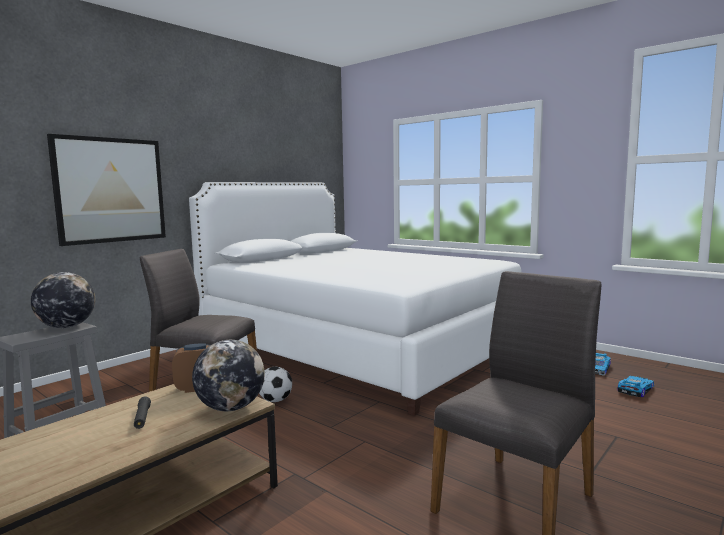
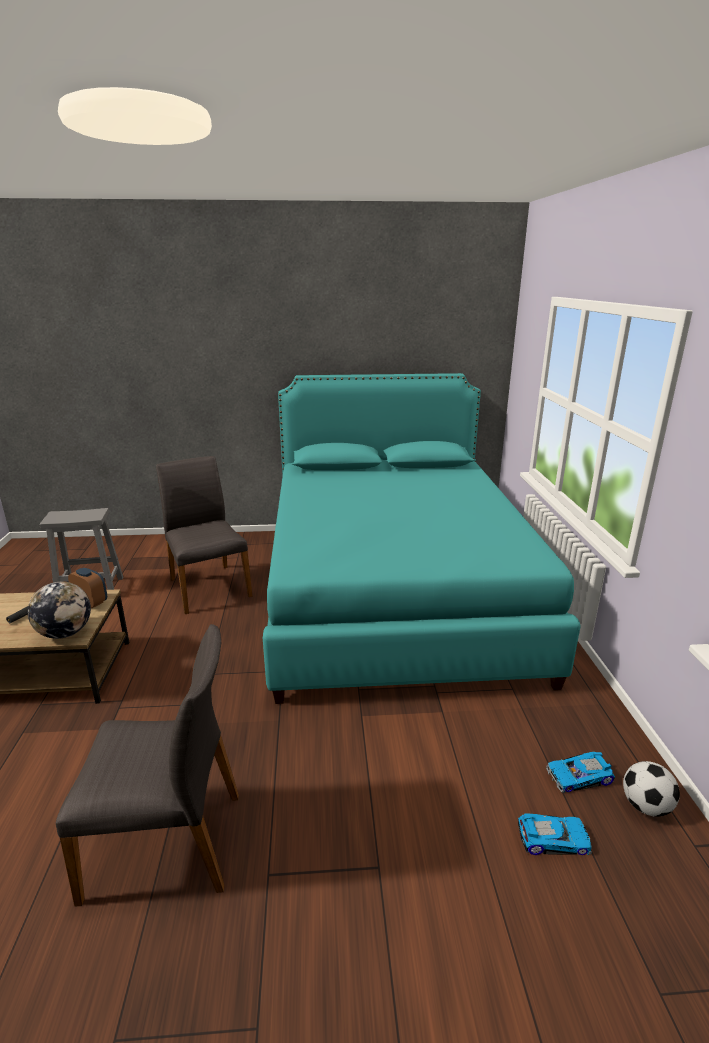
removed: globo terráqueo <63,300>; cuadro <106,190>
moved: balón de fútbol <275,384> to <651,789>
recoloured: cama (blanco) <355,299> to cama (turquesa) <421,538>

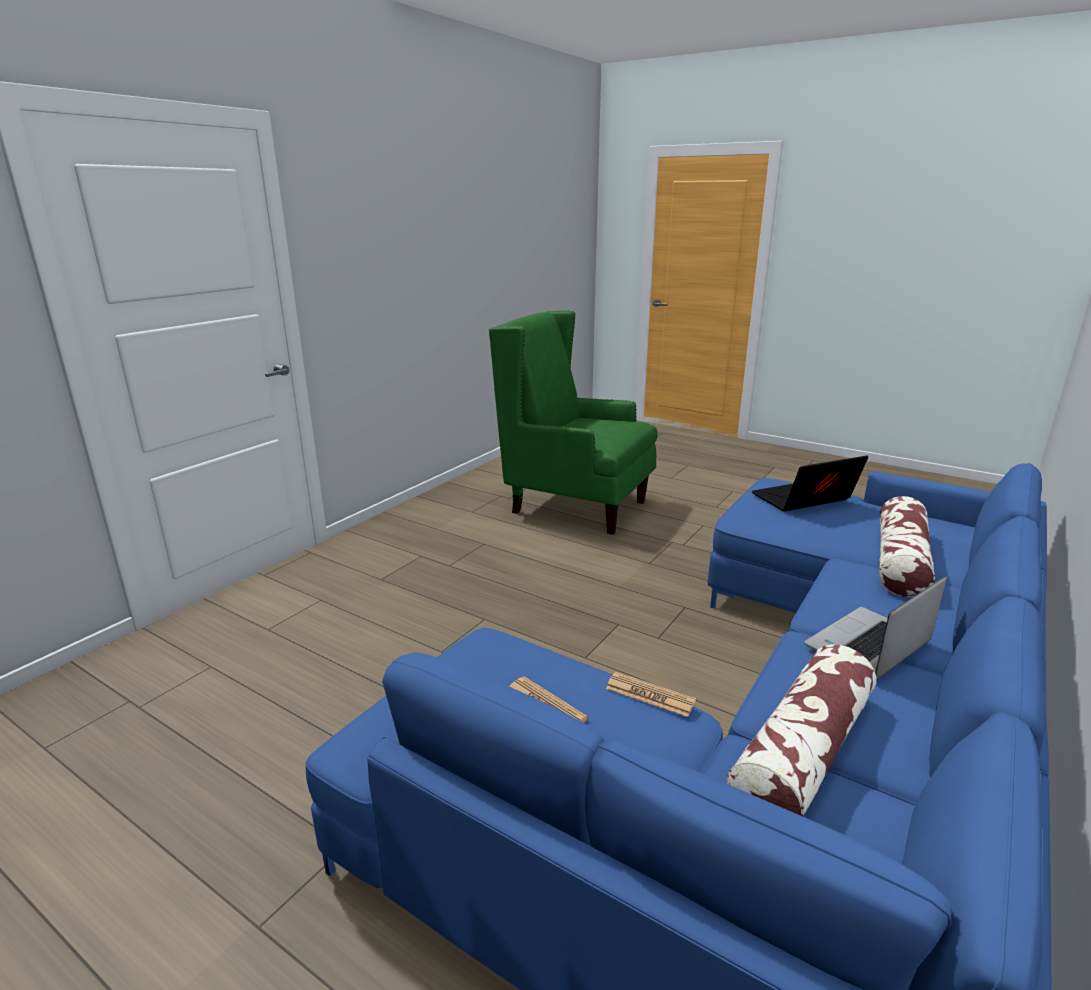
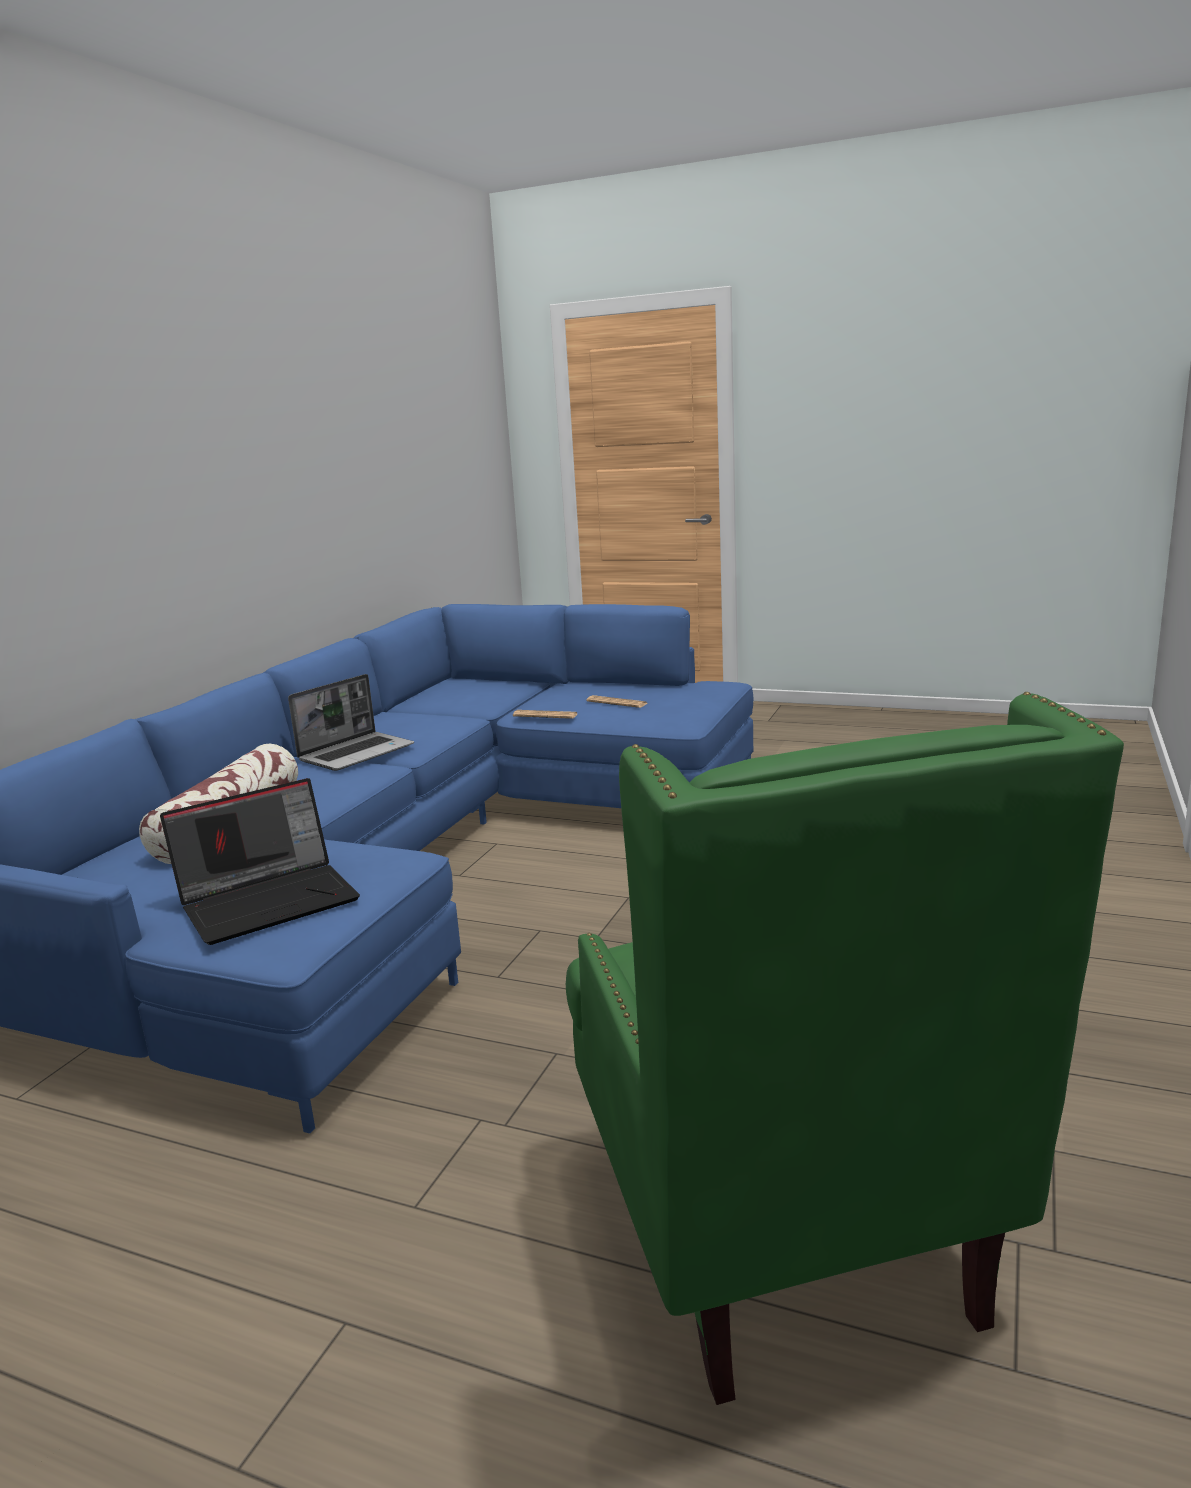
removed: cojín <801,730>
turned: sillón (verde) <573,422> = <845,1048> 60 degrees clockwise

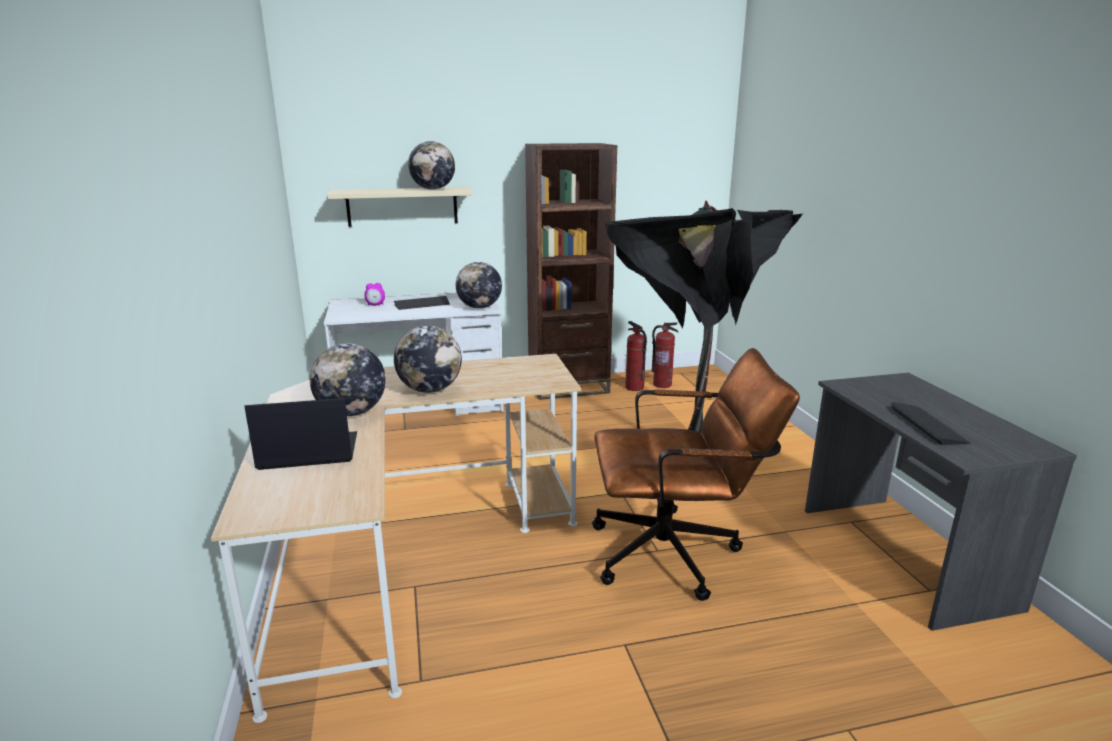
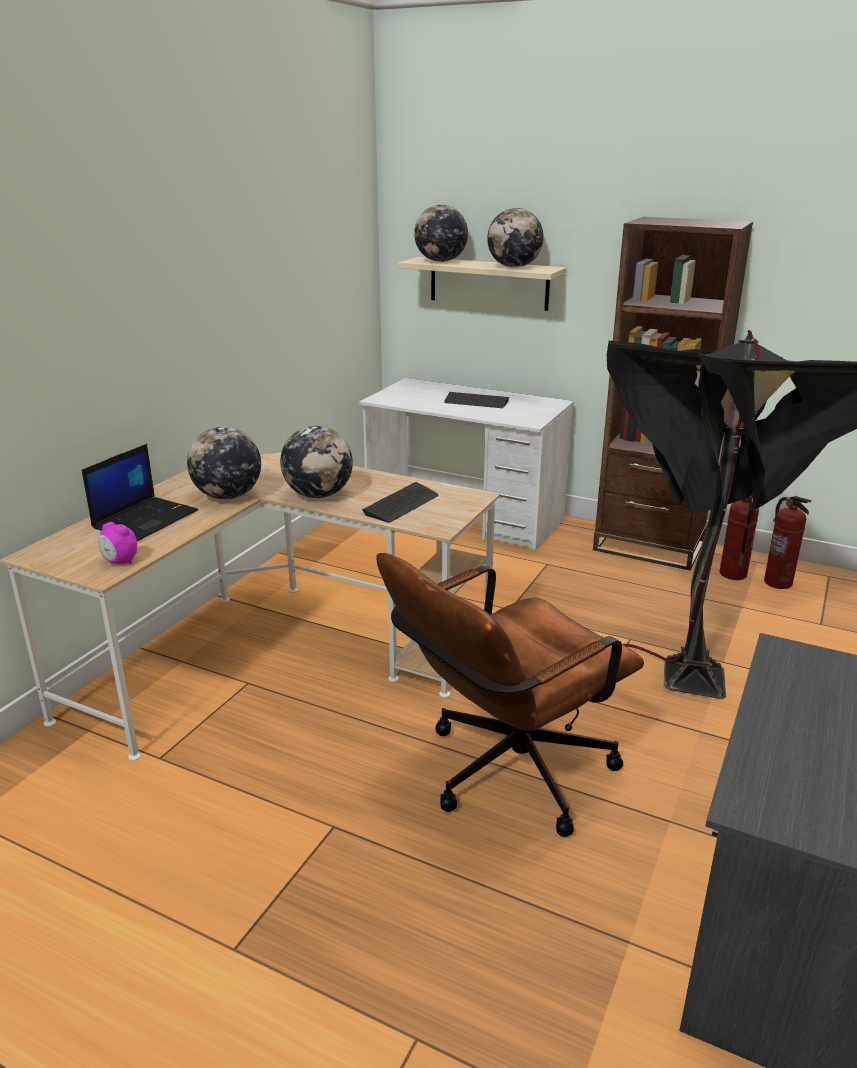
moved: despertador <374,294> to <117,543>; globo terráqueo <479,285> to <441,233>; teclado <931,423> to <400,502>
turned: portátil <300,434> = <140,492> 90 degrees clockwise; silla de oficina (marrón) <696,474> = <510,695> 105 degrees clockwise

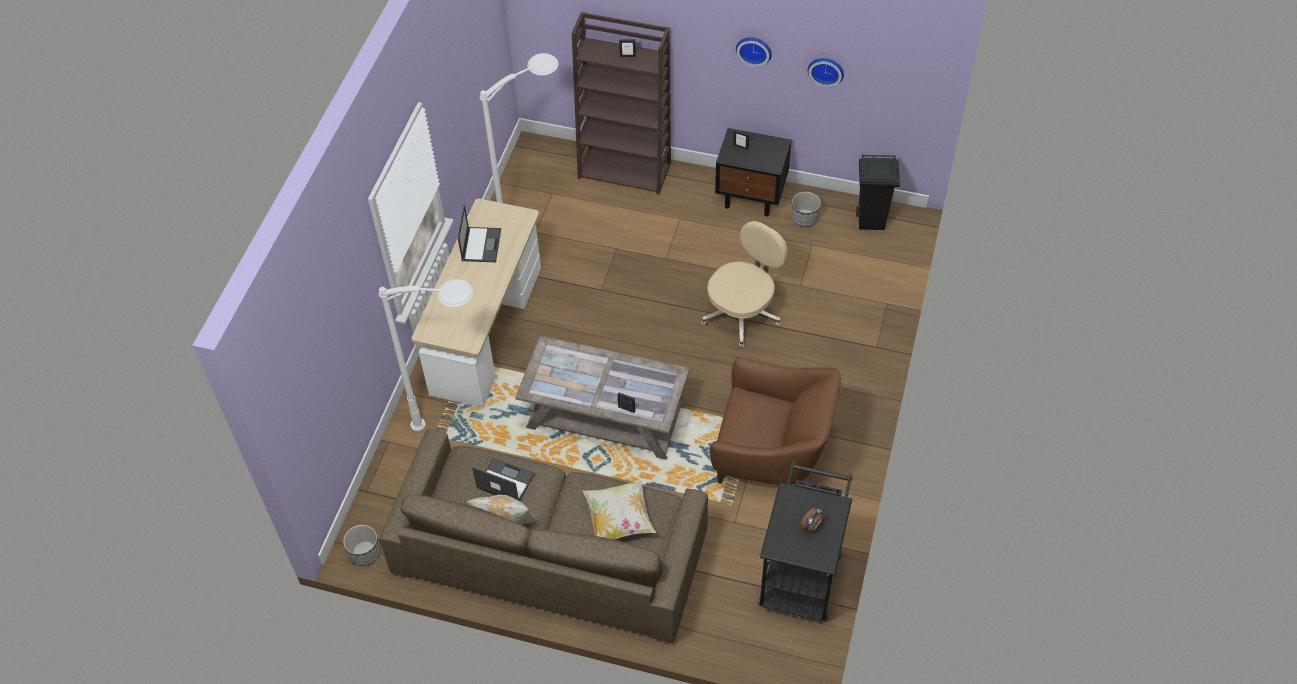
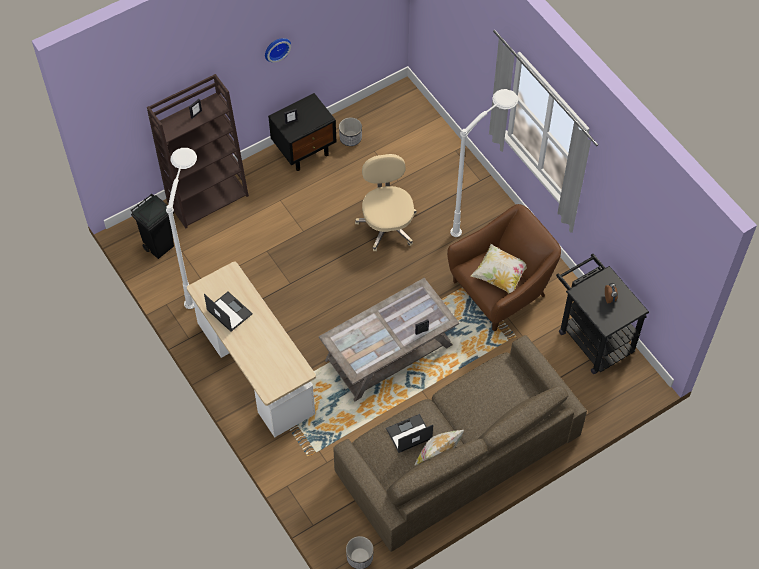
removed: reloj de pared <826,72>
moved: lámpara de pie (blanco) <426,355> to <484,163>; cojín <619,509> to <498,269>; papelera (negro) <878,192> to <152,226>

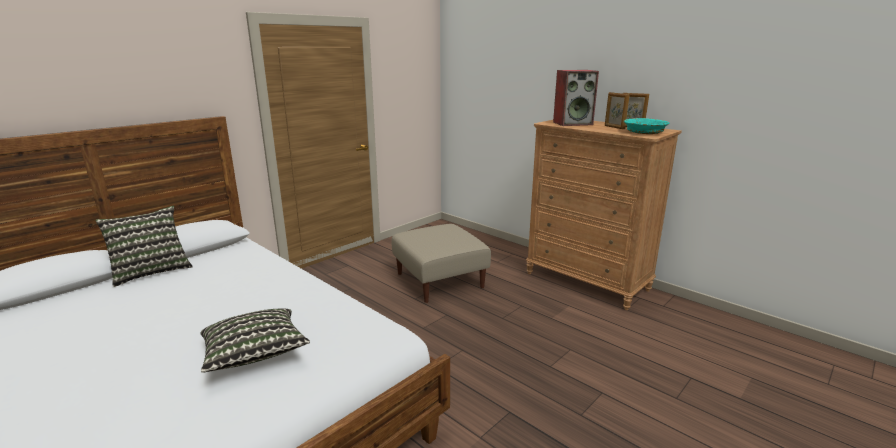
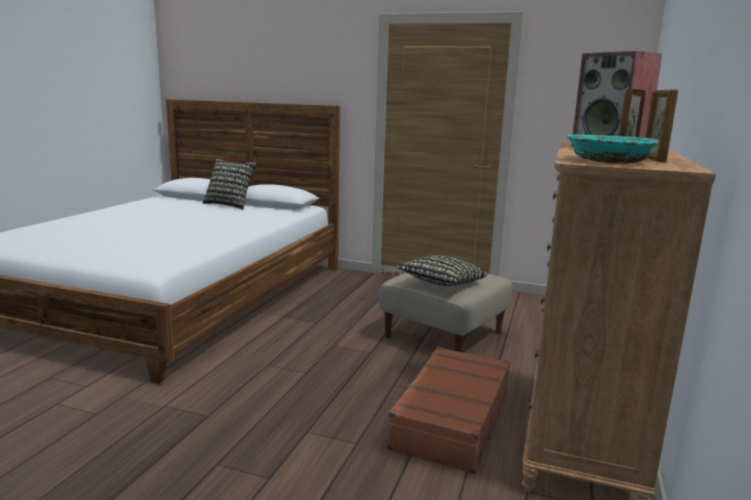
added: maleta (marrón) <448,410>
moved: cojín <255,340> to <442,270>

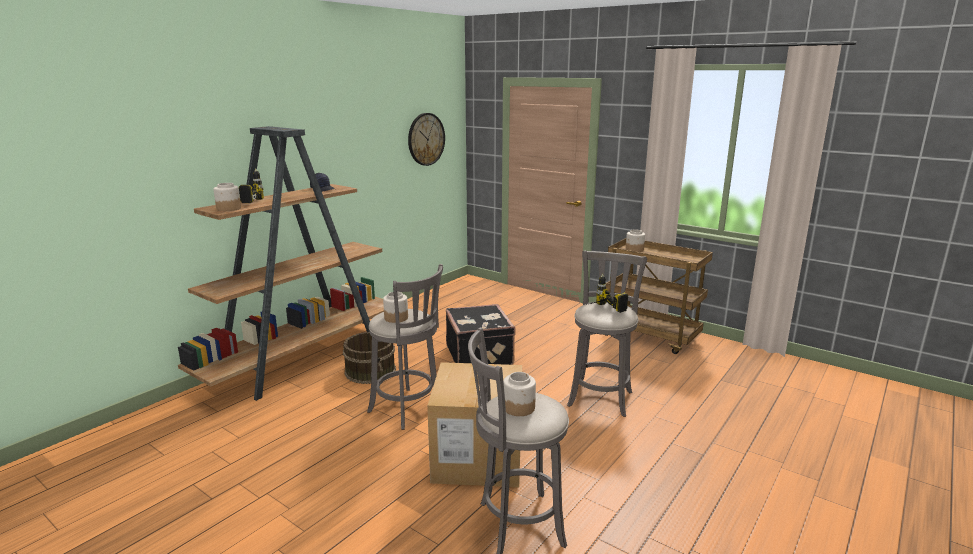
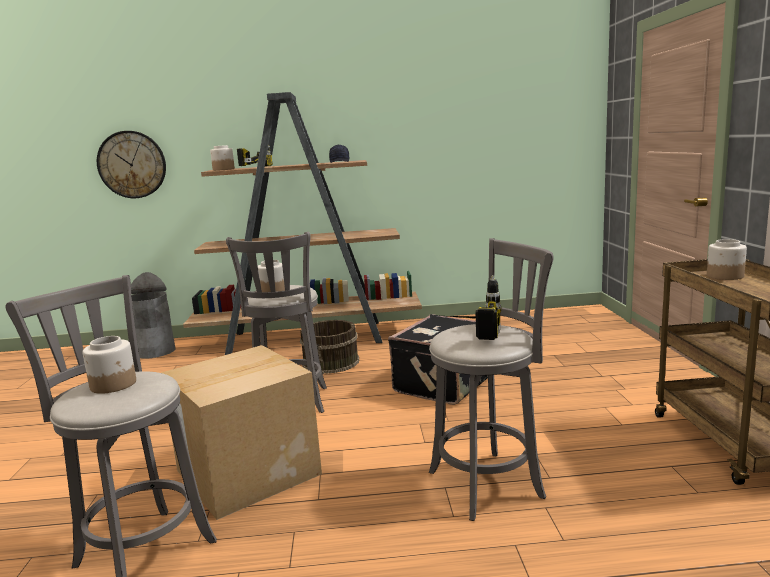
added: papelera (gris) <153,315>
moved: reloj de pared <426,139> to <131,164>

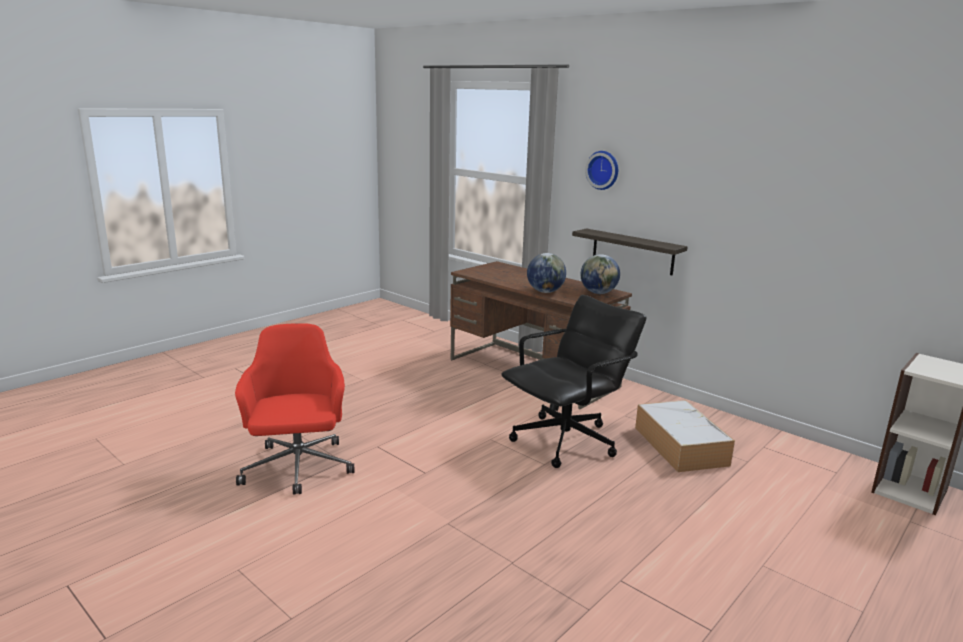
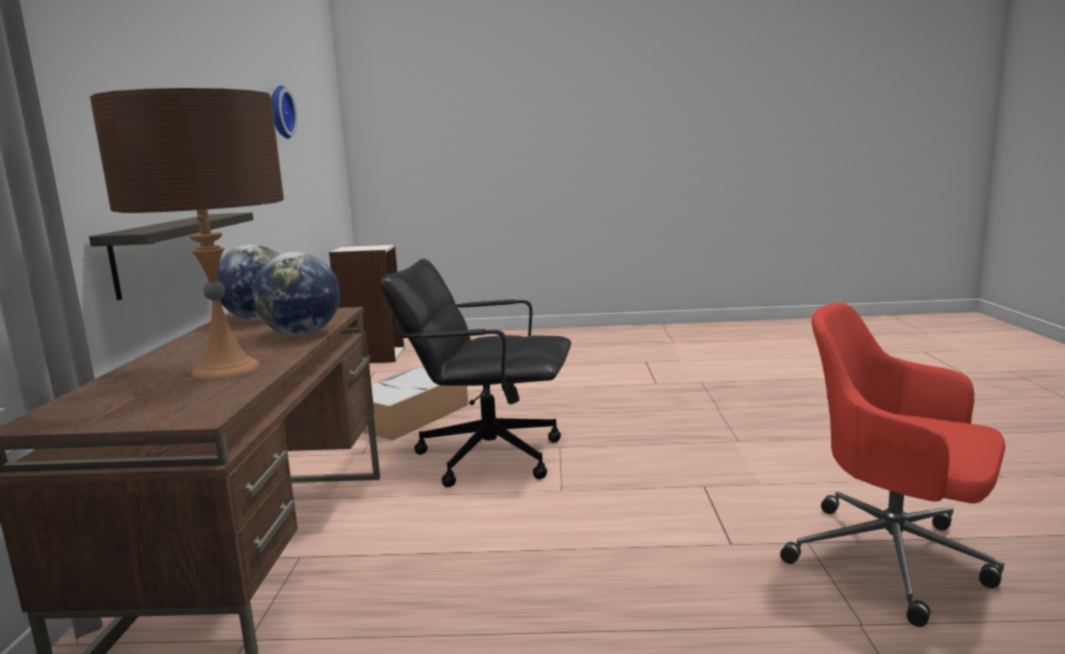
added: lámpara de mesa (marrón) <187,233>
moved: reloj de pared <601,170> to <284,112>
turned: silla de oficina (rojo) <295,409> = <892,465> 90 degrees clockwise

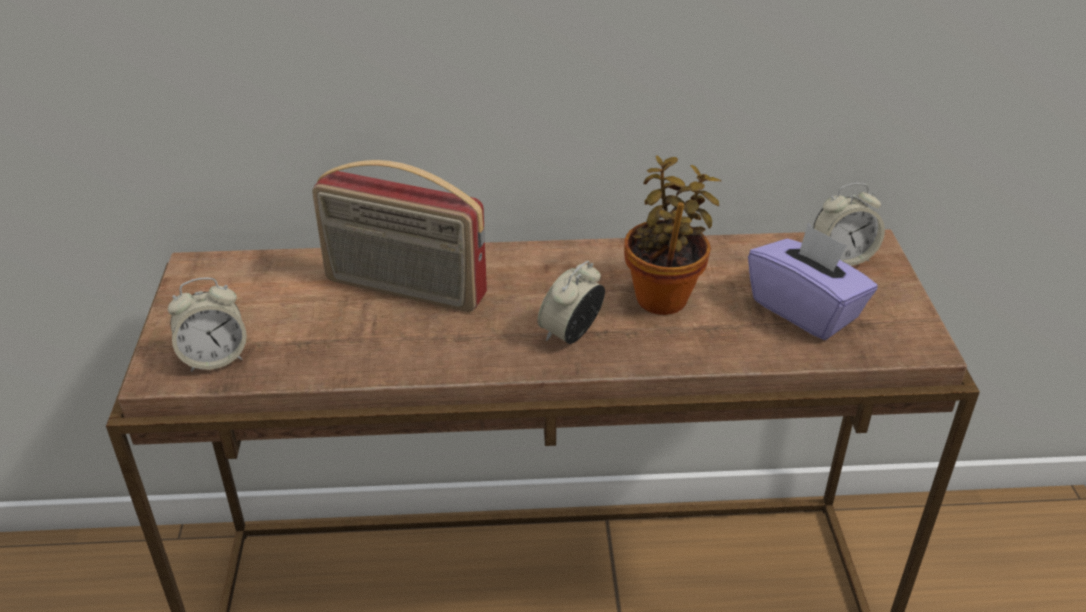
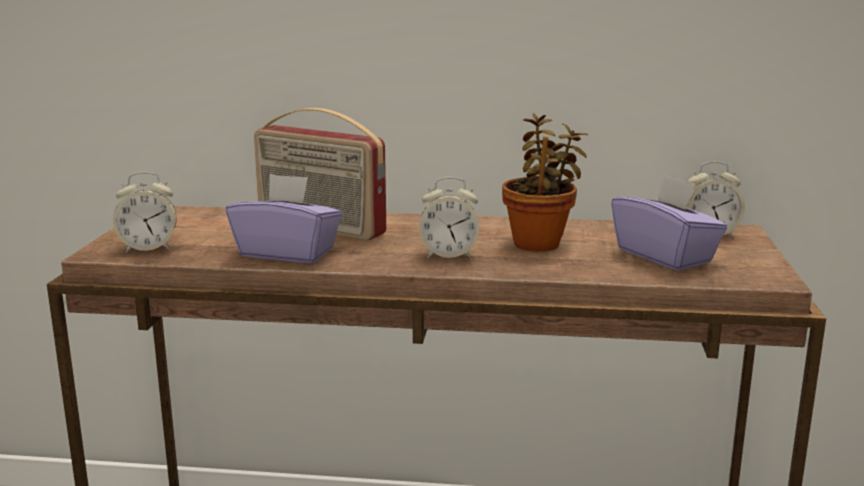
added: caja de pañuelos (morado) <284,218>
turned: despertador <571,302> = <449,217> 135 degrees counterclockwise

